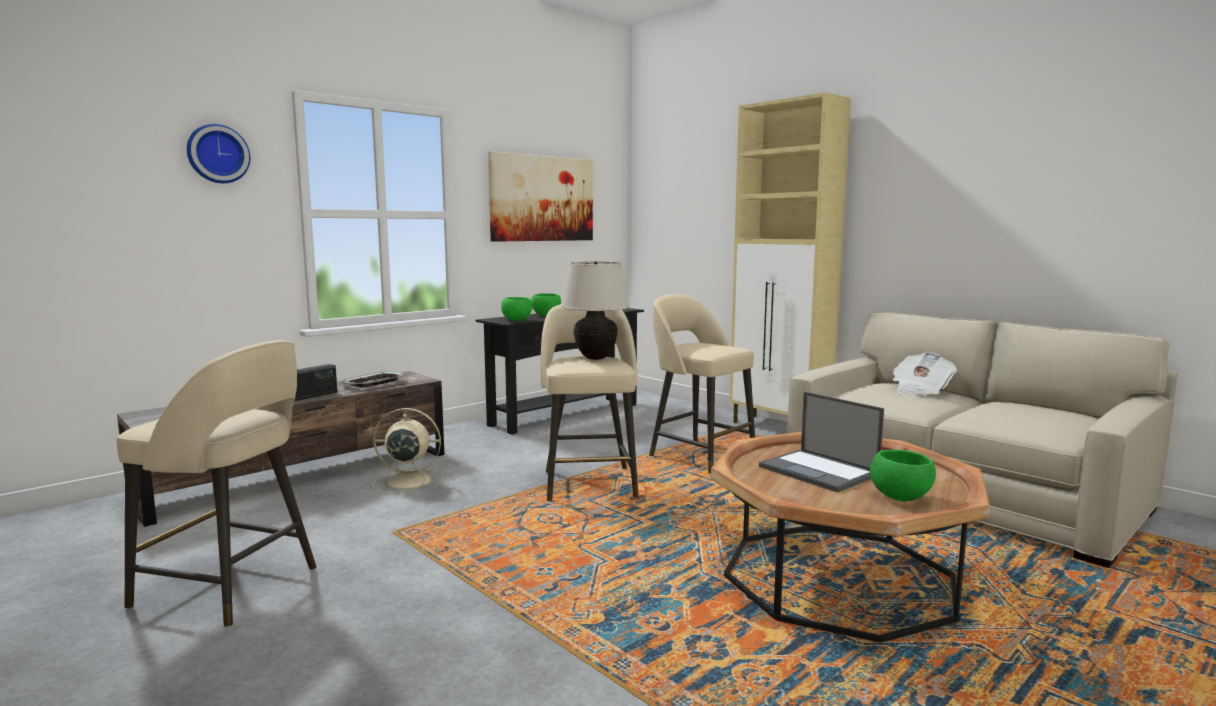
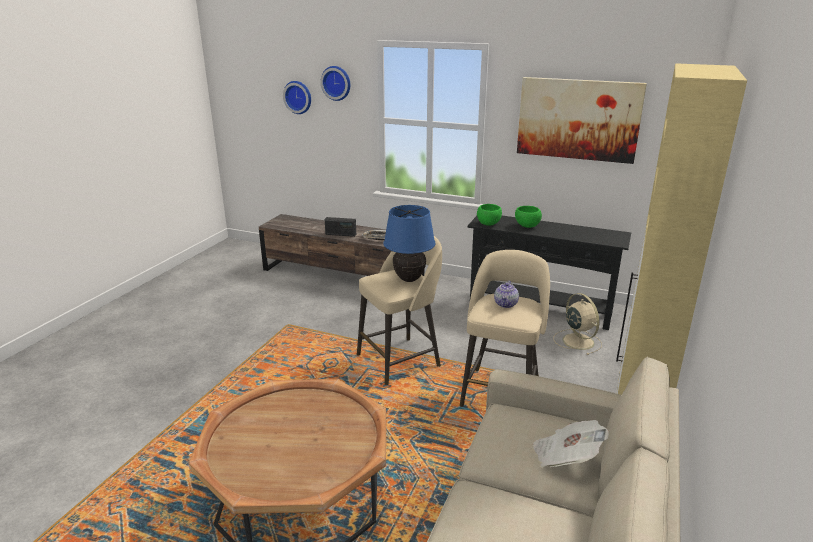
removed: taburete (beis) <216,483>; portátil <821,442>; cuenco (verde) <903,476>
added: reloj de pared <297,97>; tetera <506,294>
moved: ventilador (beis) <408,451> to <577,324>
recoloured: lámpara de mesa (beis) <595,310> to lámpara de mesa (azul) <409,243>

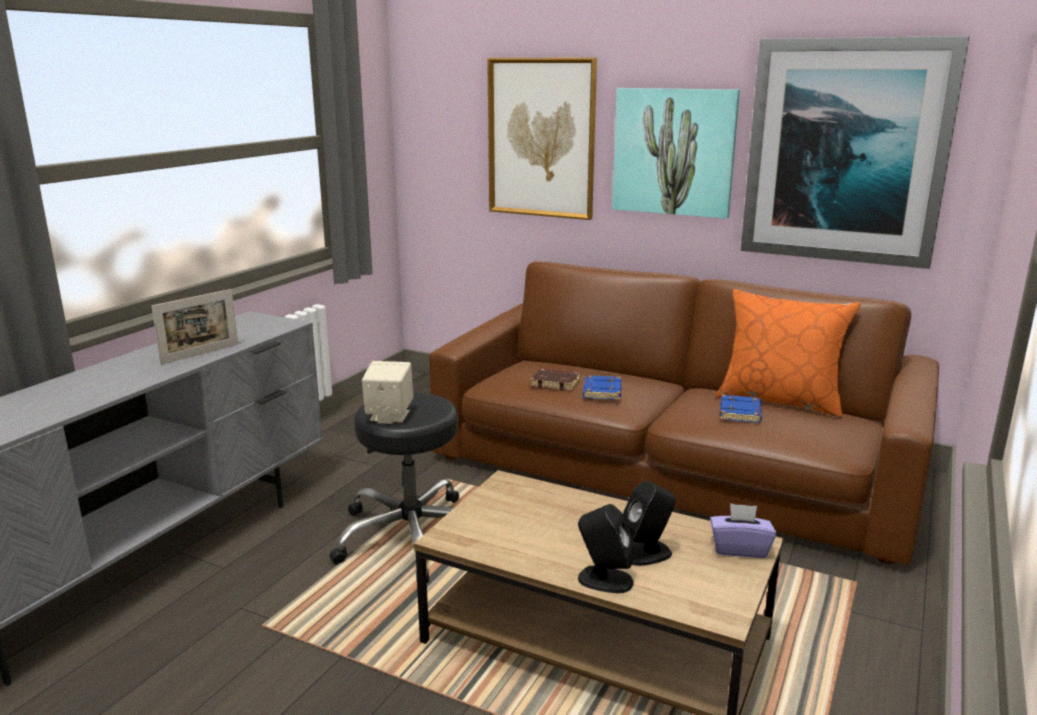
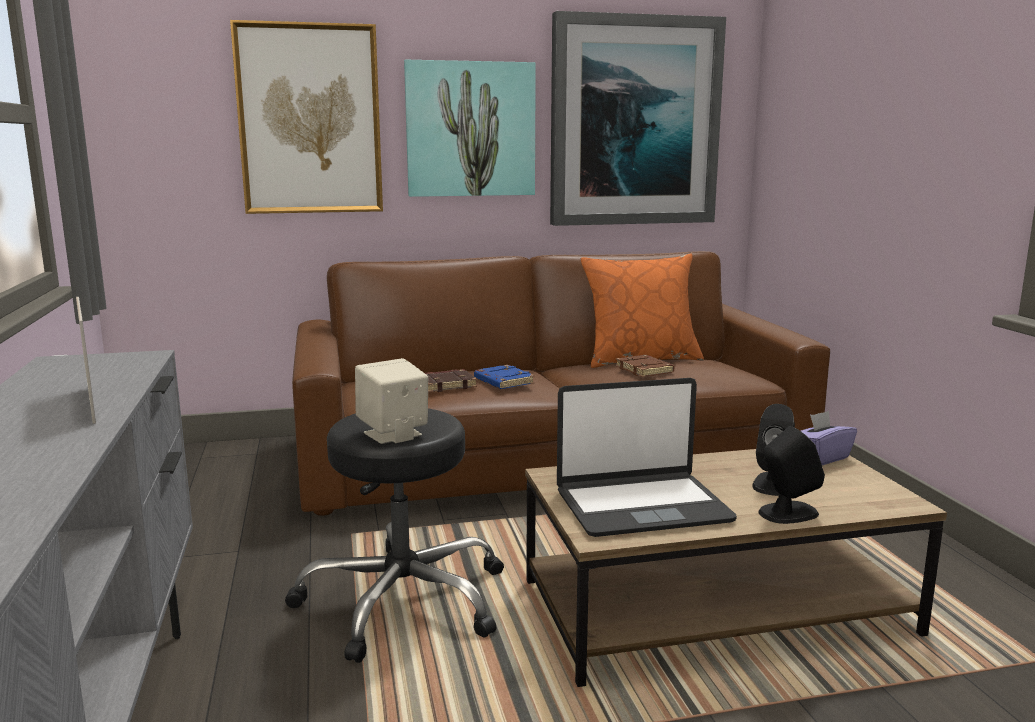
added: portátil <647,457>
recoloured: libro (azul) <741,409> to libro (marrón) <644,366>
turned: portarretratos <194,327> = <86,360> 150 degrees clockwise

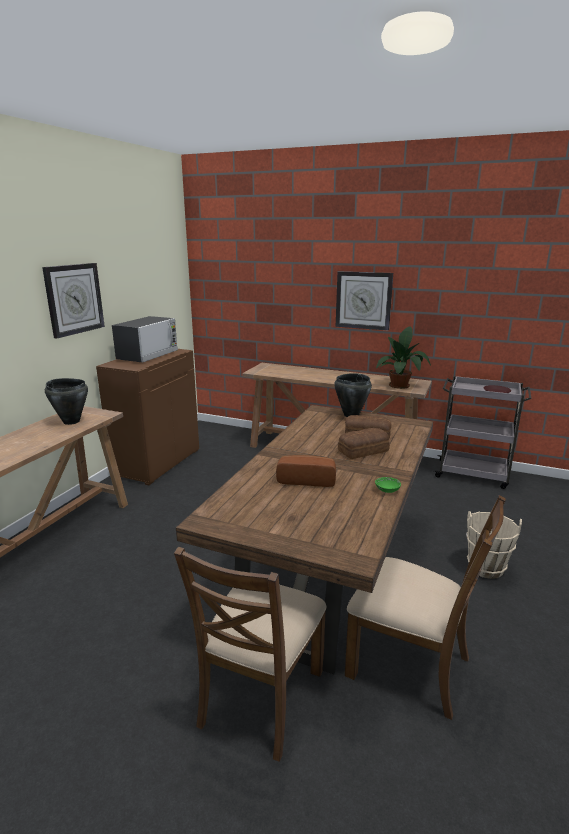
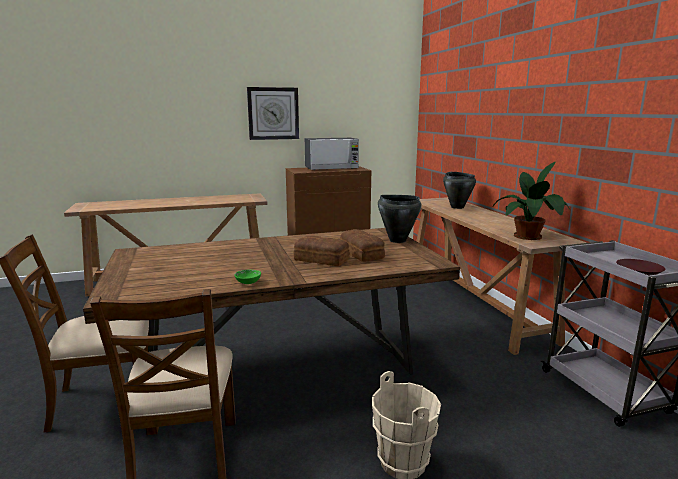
removed: pan <306,471>; reloj de pared <364,301>
moved: olla (negro) <66,401> to <459,190>

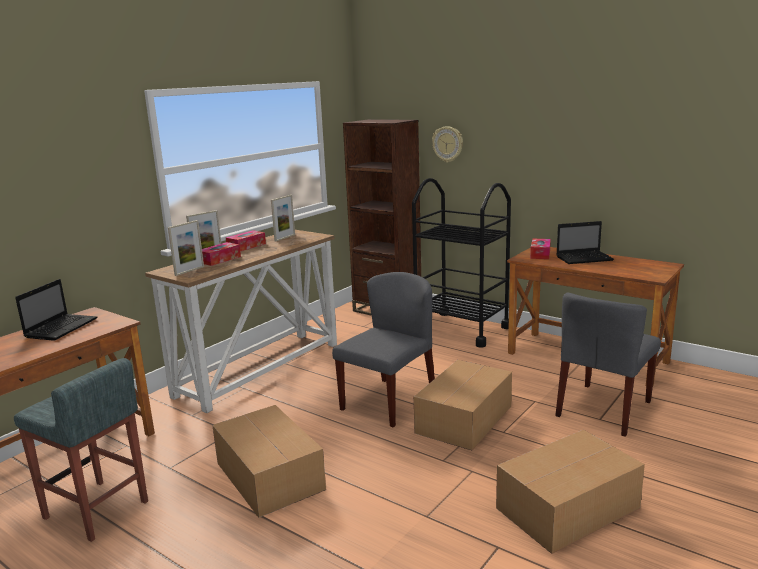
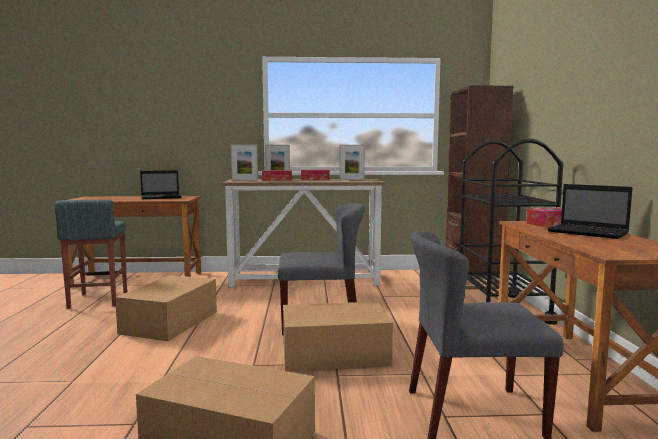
removed: reloj de pared <447,144>

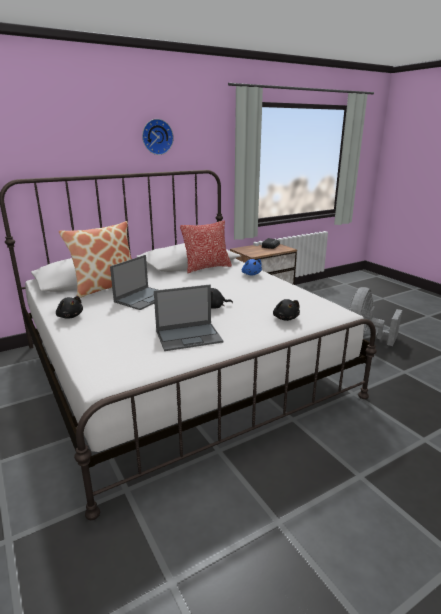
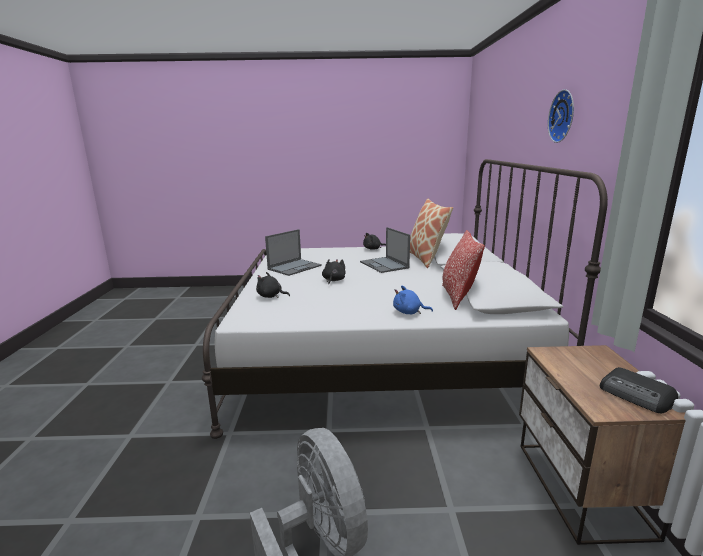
turned: portátil <188,318> = <293,252> 150 degrees counterclockwise

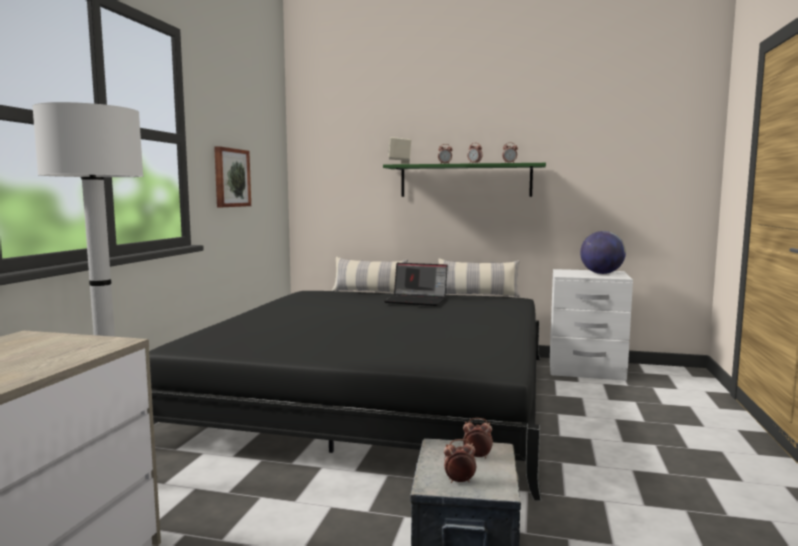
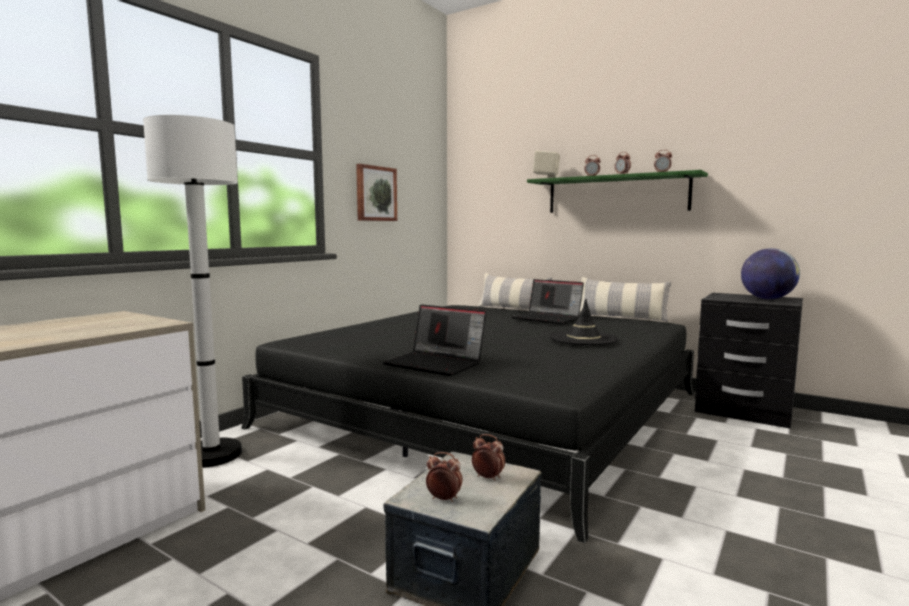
added: portátil <434,340>; sombrero (negro) <583,322>
recoloured: mesita de noche (blanco) <591,325> to mesita de noche (negro) <749,361>

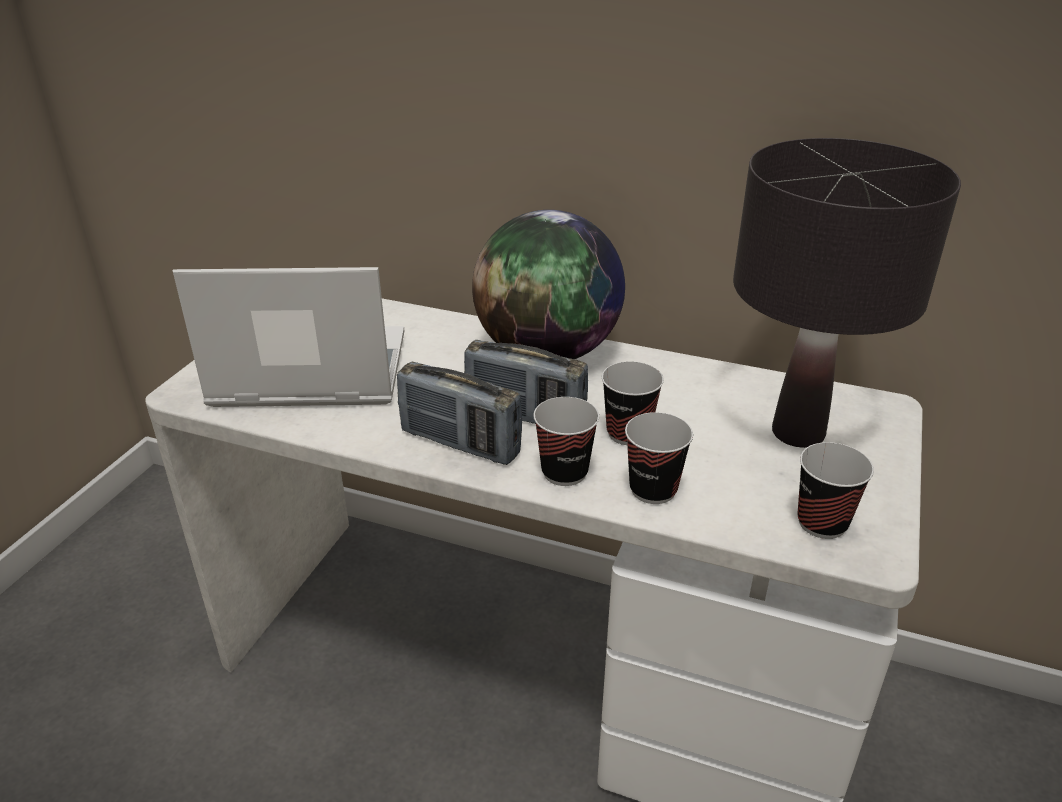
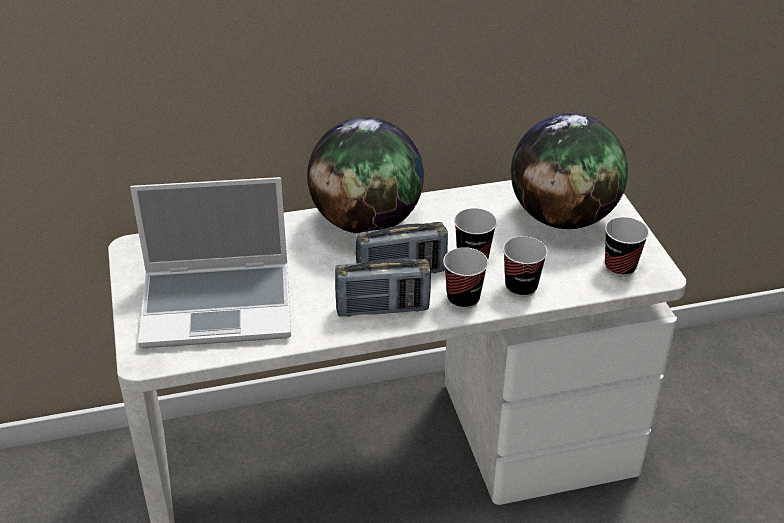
replaced: lámpara de mesa (negro) <847,293> to globo terráqueo <569,171>
turned: portátil <288,337> = <210,262> 150 degrees counterclockwise

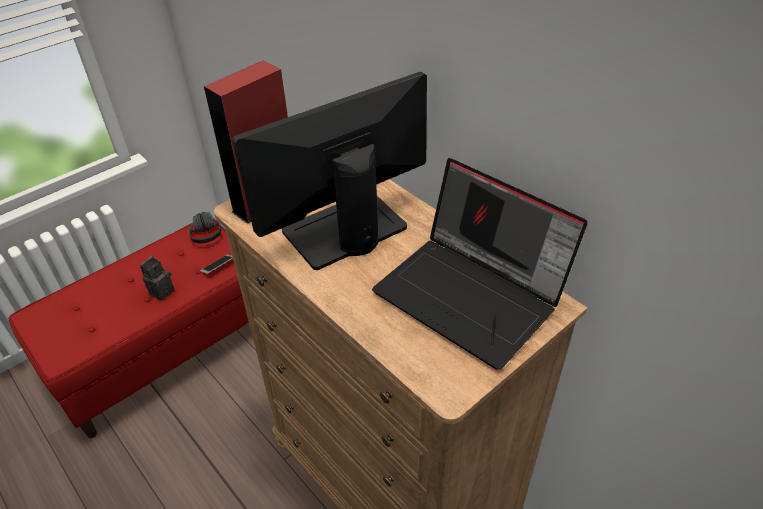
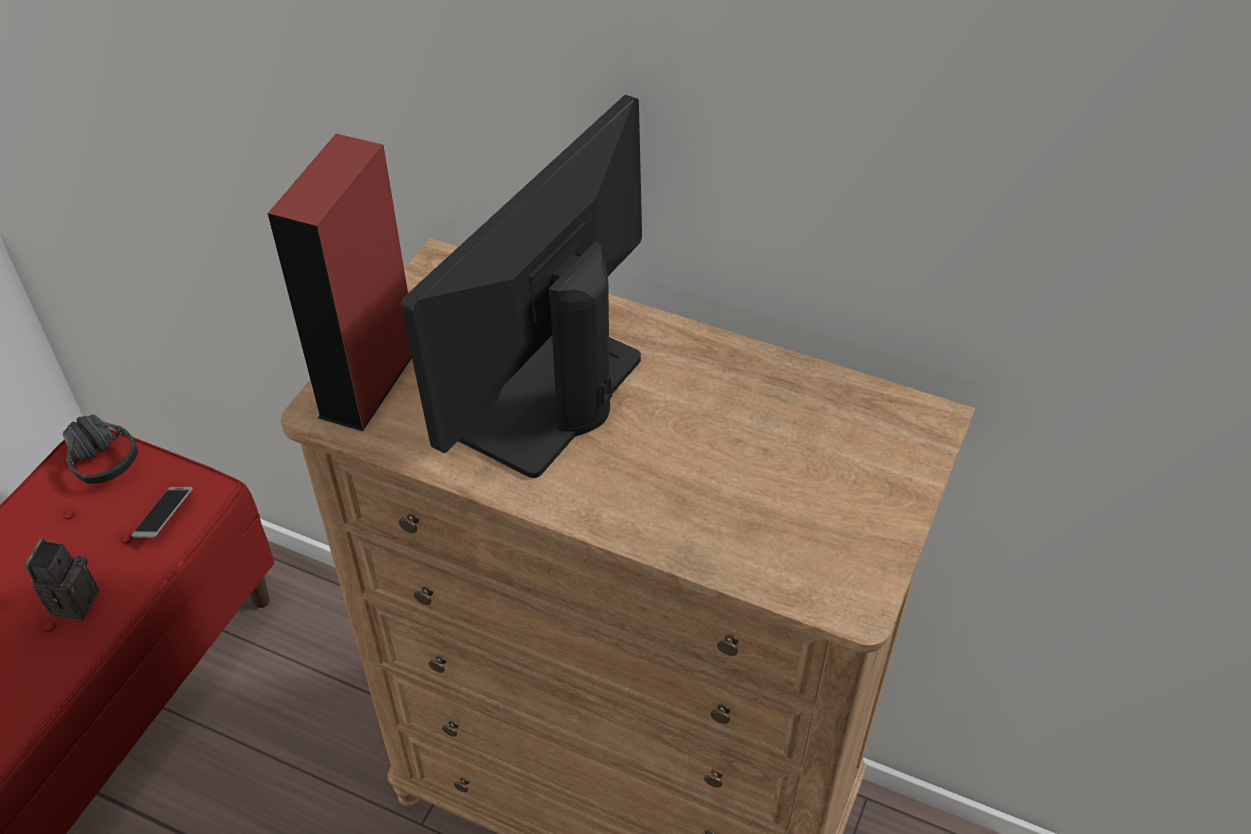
removed: portátil <480,264>

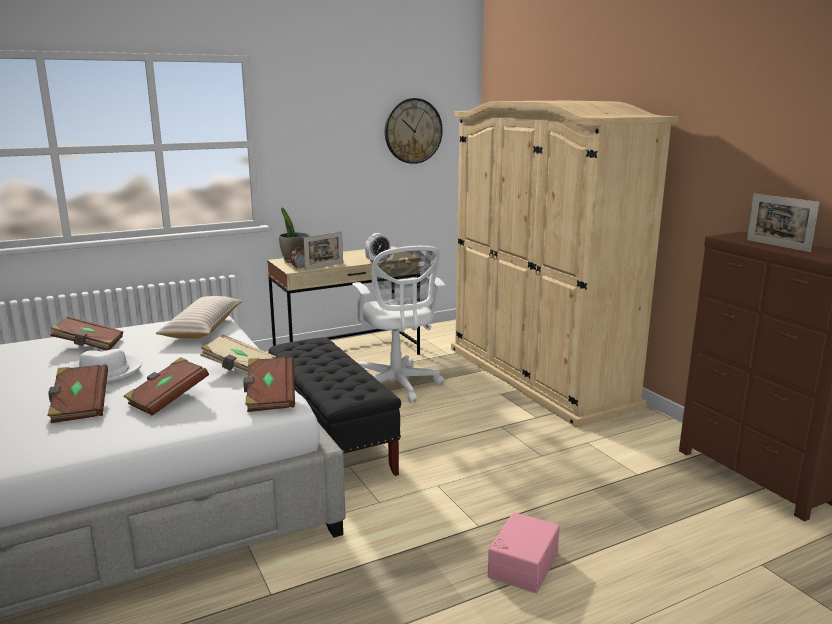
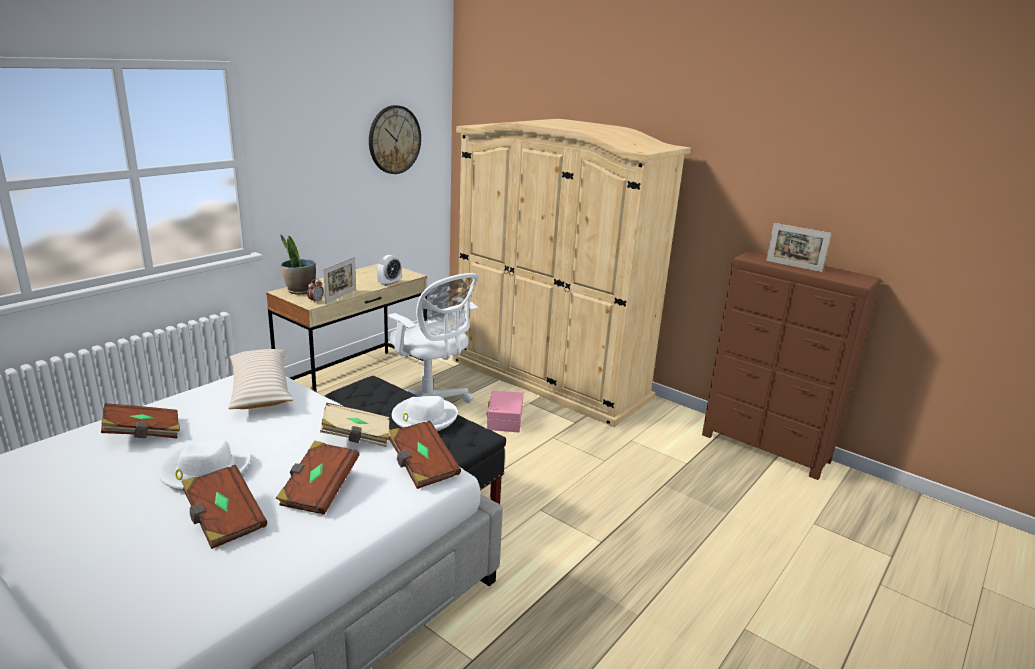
added: sombrero (blanco) <425,413>
moved: caja de almacenaje (rosa) <524,552> to <504,411>

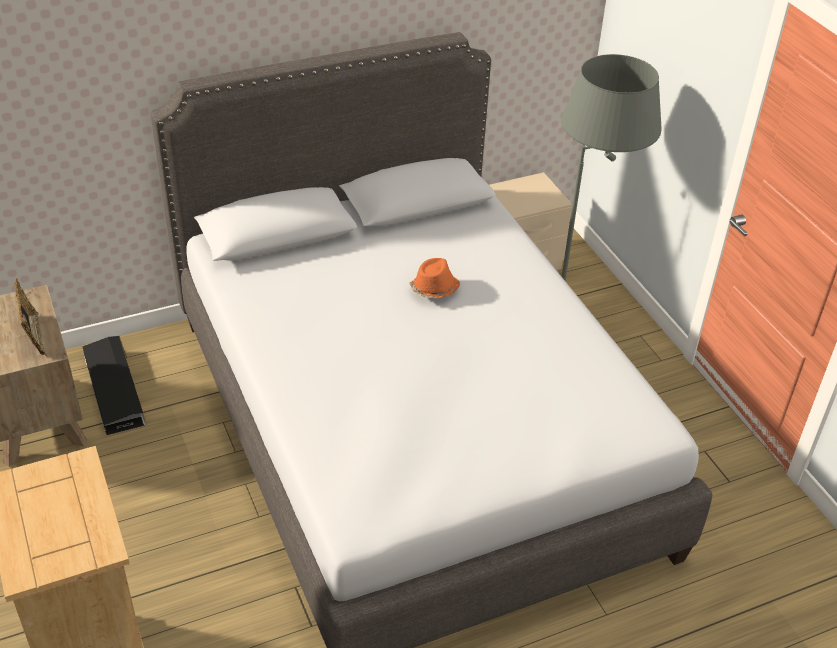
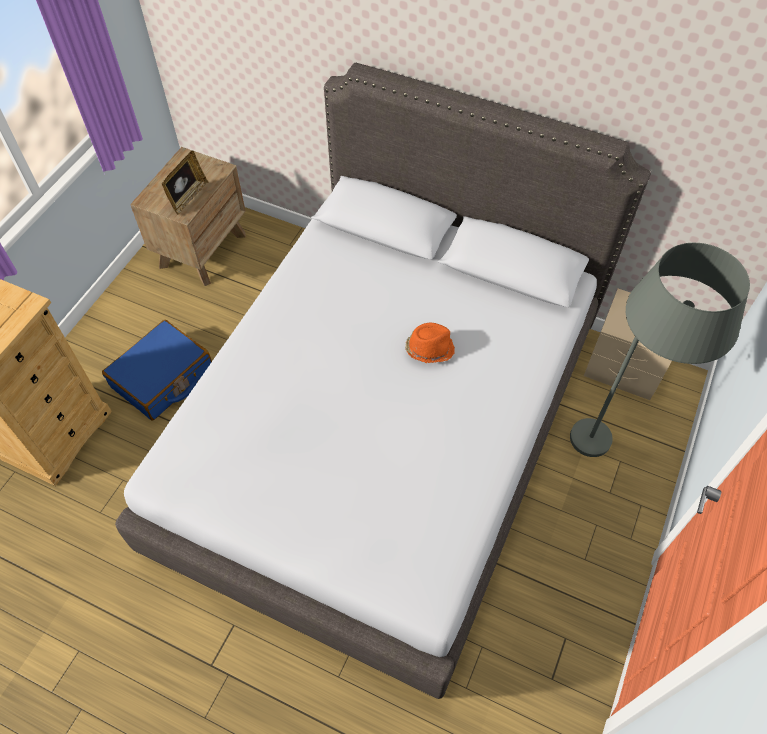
removed: caja de almacenaje (negro) <114,385>
added: maleta (azul) <157,370>

